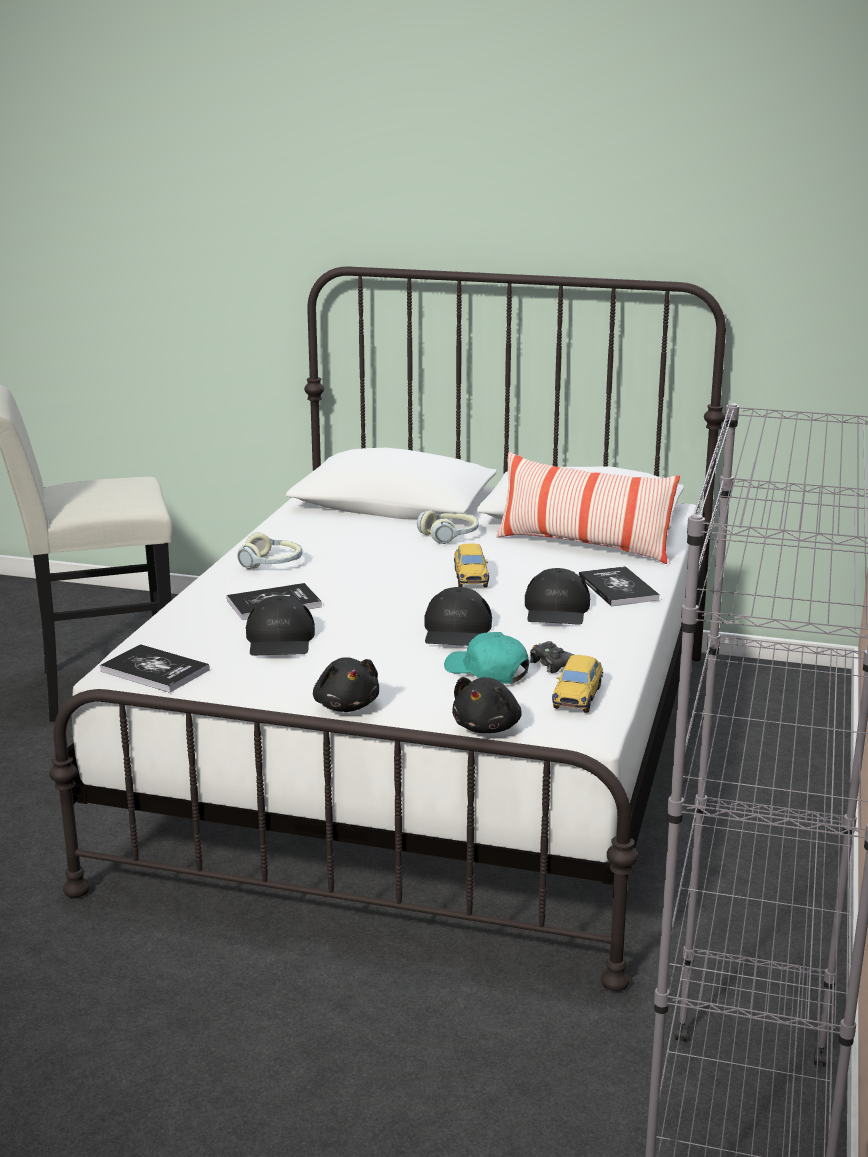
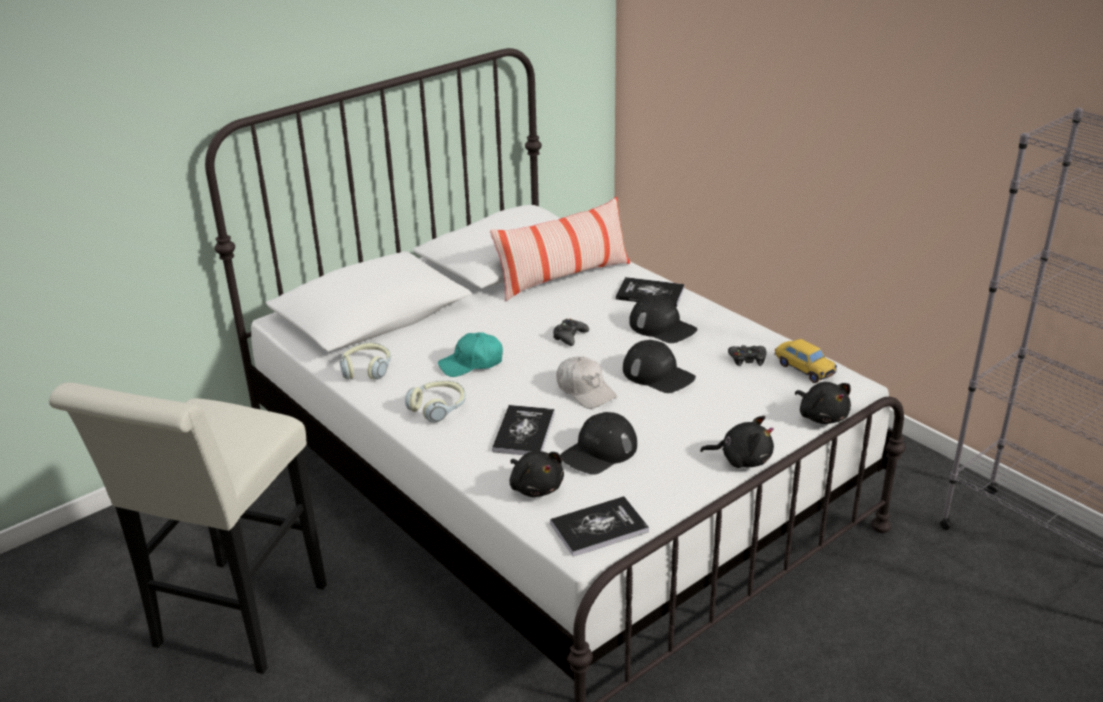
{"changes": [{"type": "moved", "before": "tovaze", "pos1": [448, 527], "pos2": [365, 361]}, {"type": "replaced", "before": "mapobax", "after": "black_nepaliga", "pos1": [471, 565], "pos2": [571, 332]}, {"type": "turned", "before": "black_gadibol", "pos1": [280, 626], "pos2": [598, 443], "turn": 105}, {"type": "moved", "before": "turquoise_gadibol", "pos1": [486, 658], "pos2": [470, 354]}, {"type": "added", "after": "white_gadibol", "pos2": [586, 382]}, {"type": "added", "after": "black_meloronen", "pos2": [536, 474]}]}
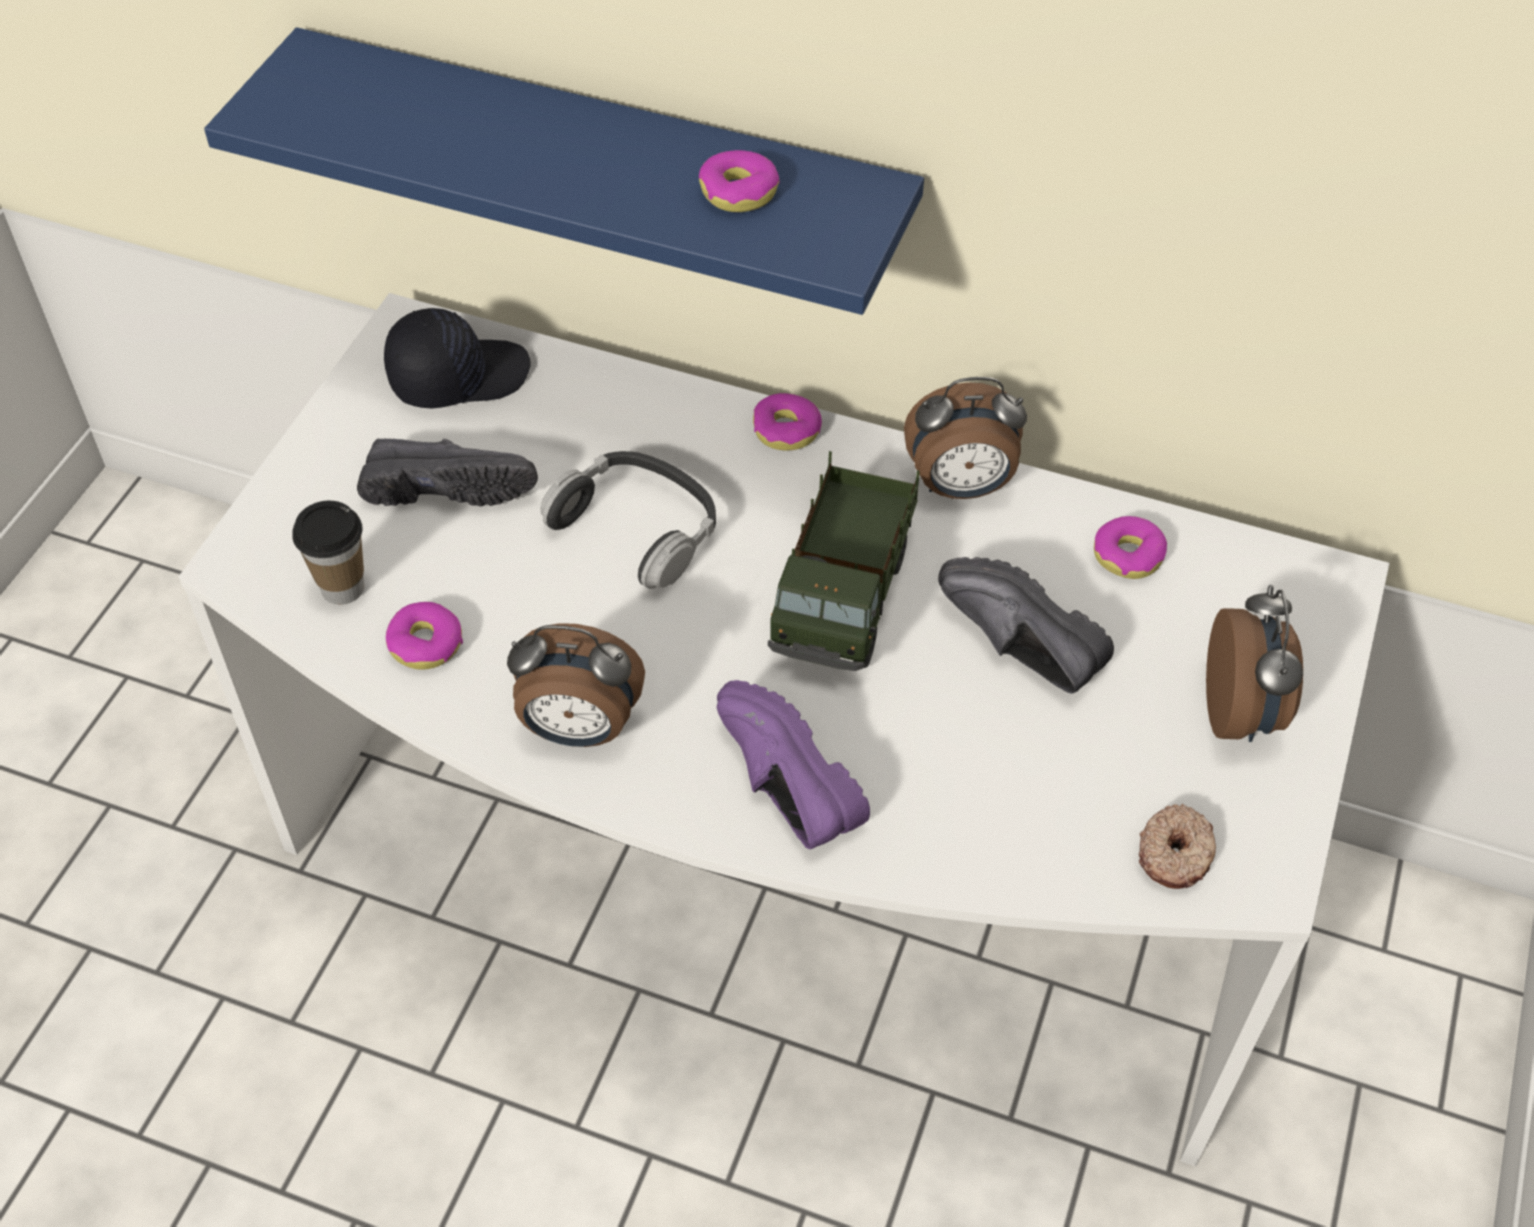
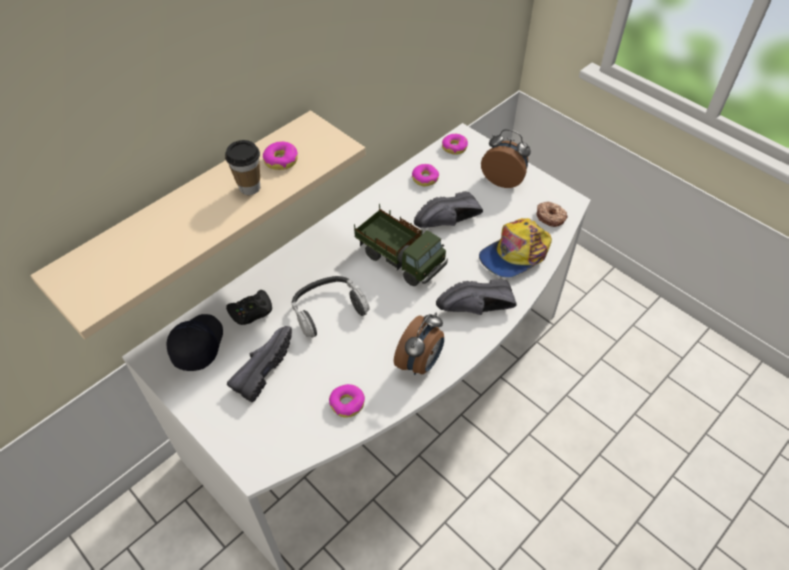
{"changes": [{"type": "recoloured", "before": "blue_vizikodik", "after": "beige_vizikodik", "pos1": [564, 171], "pos2": [198, 224]}, {"type": "removed", "before": "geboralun", "pos1": [965, 438]}, {"type": "moved", "before": "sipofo", "pos1": [787, 421], "pos2": [455, 144]}, {"type": "moved", "before": "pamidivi", "pos1": [328, 553], "pos2": [242, 167]}, {"type": "recoloured", "before": "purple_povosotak", "after": "black_povosotak", "pos1": [793, 764], "pos2": [476, 297]}, {"type": "added", "after": "gadibol", "pos2": [515, 248]}, {"type": "added", "after": "black_nepaliga", "pos2": [249, 307]}]}
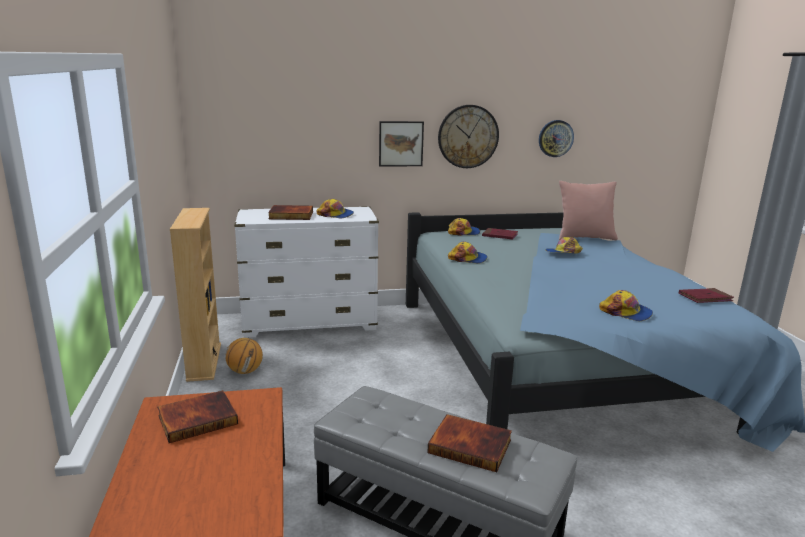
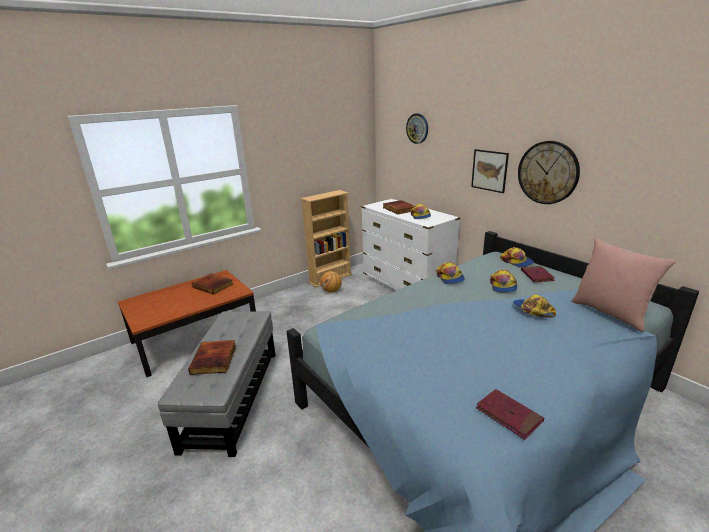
{"changes": [{"type": "moved", "before": "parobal", "pos1": [556, 138], "pos2": [417, 128]}, {"type": "moved", "before": "gadibol", "pos1": [626, 305], "pos2": [503, 281]}]}
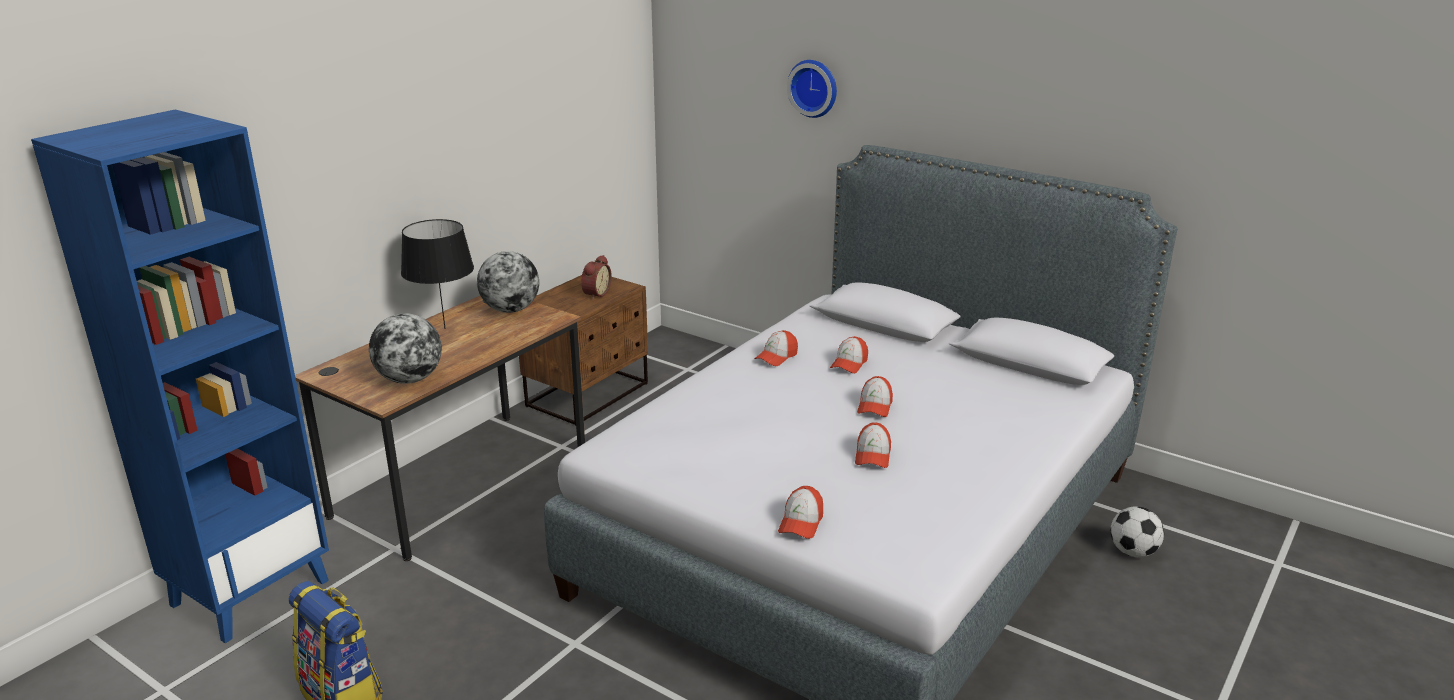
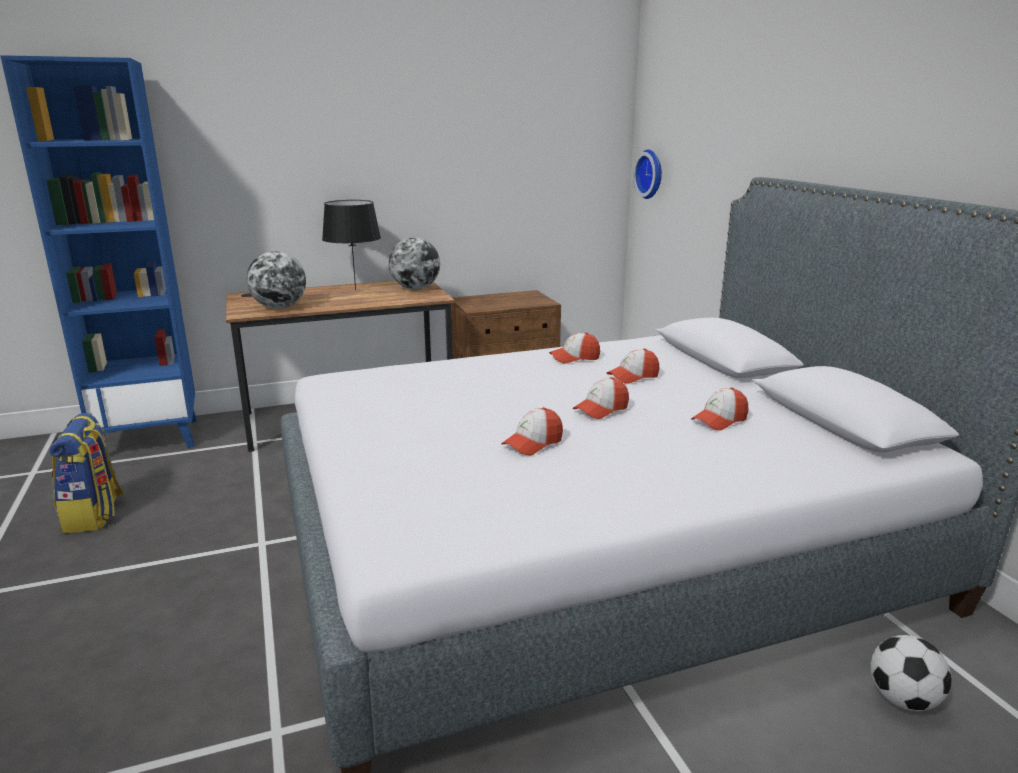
{"changes": [{"type": "moved", "before": "parobal", "pos1": [812, 89], "pos2": [647, 174]}, {"type": "removed", "before": "geboralun", "pos1": [596, 277]}, {"type": "moved", "before": "gadibol", "pos1": [800, 512], "pos2": [719, 409]}]}
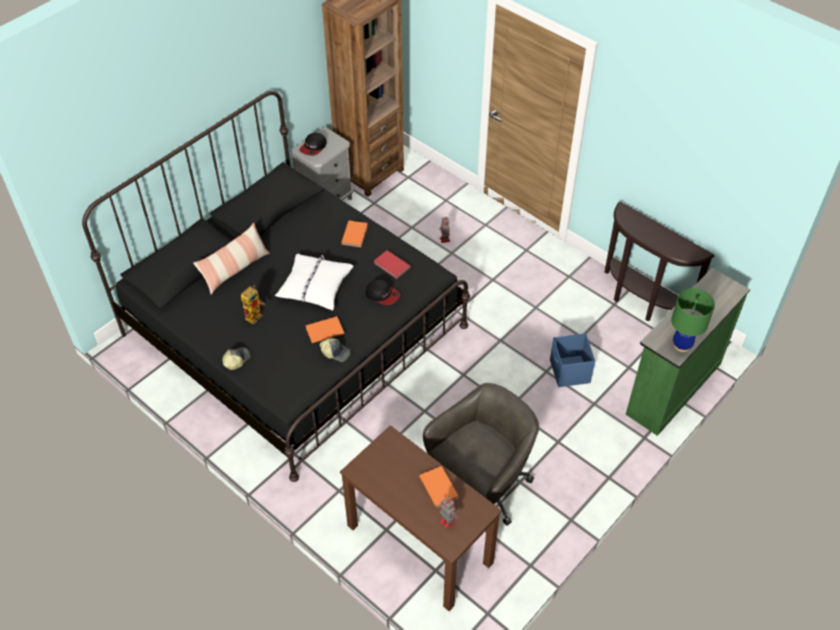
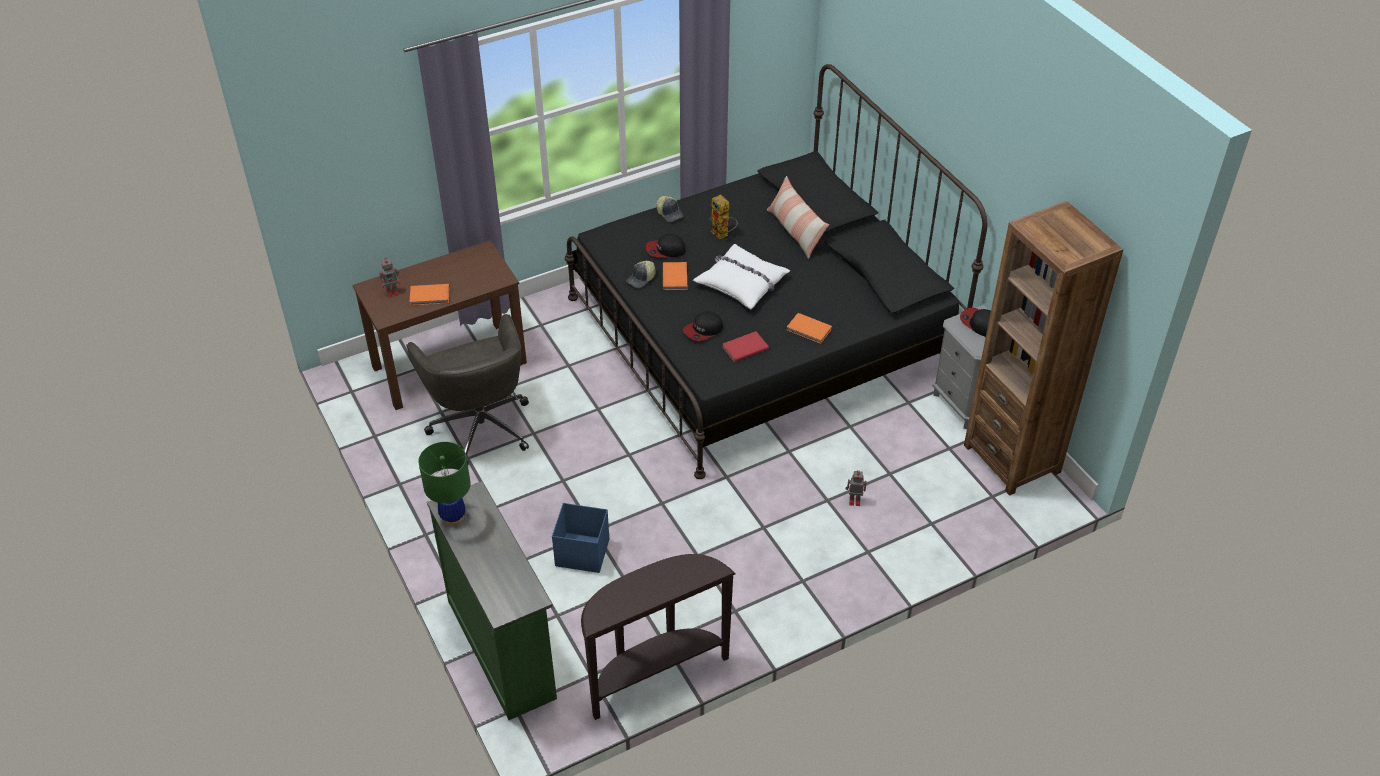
{"changes": [{"type": "added", "after": "gadibol", "pos2": [666, 245]}]}
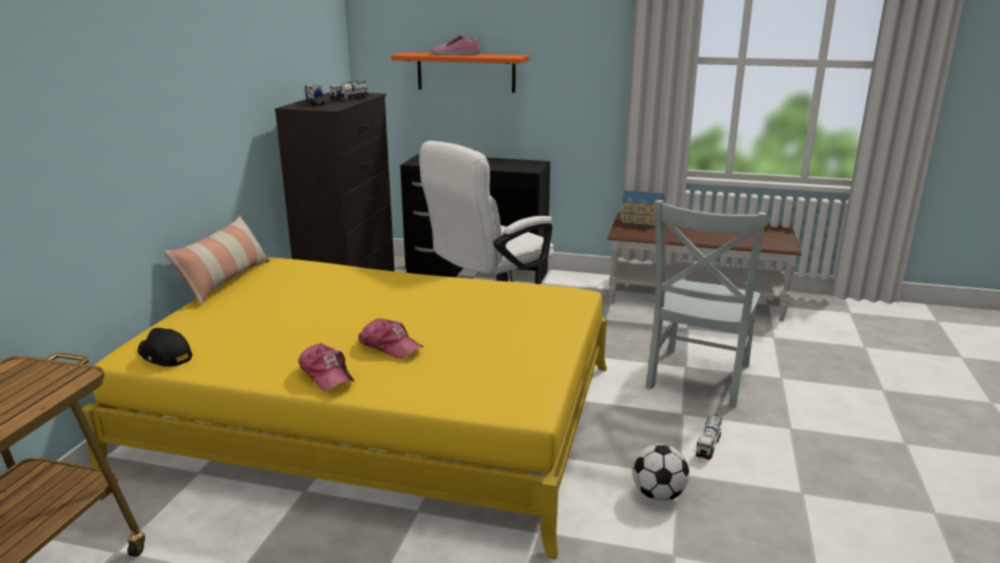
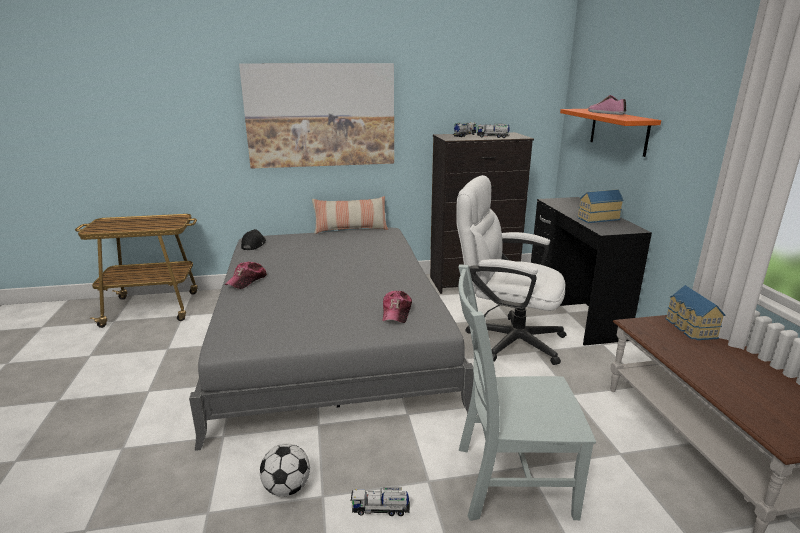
{"changes": [{"type": "recoloured", "before": "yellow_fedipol", "after": "grey_fedipol", "pos1": [344, 408], "pos2": [331, 339]}, {"type": "moved", "before": "gadibol", "pos1": [391, 338], "pos2": [397, 307]}, {"type": "added", "after": "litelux", "pos2": [316, 115]}, {"type": "added", "after": "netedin", "pos2": [600, 206]}]}
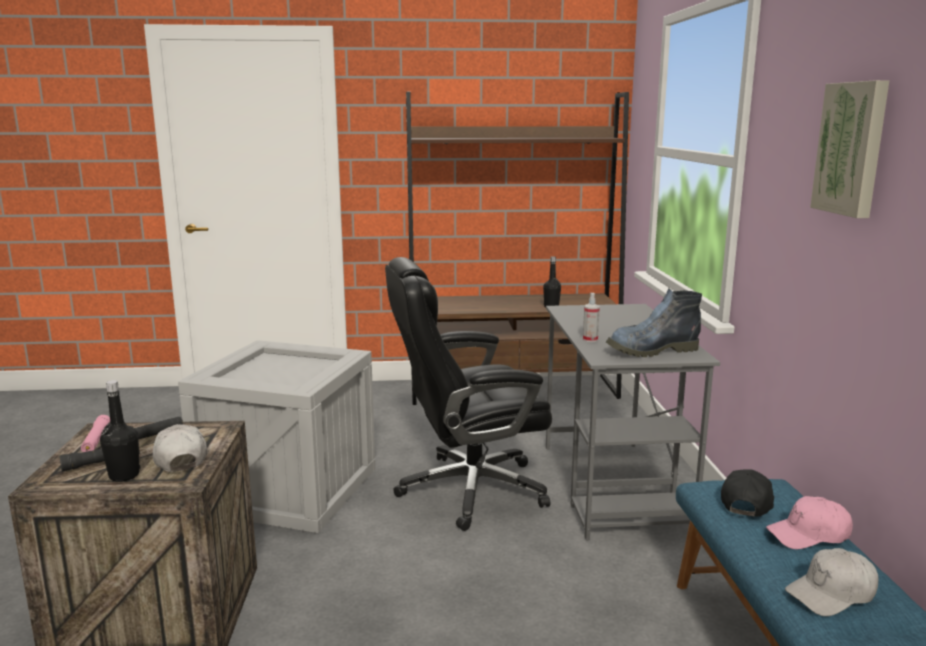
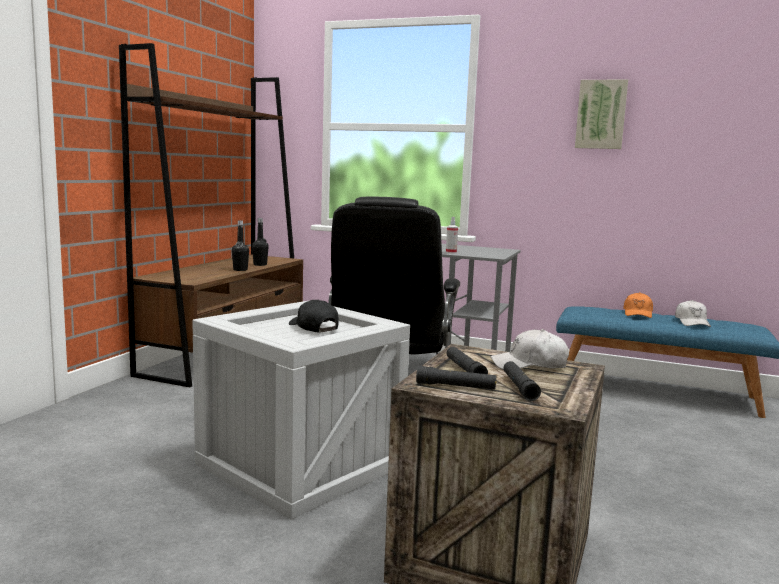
{"changes": [{"type": "removed", "before": "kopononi", "pos1": [654, 322]}, {"type": "moved", "before": "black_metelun", "pos1": [120, 431], "pos2": [240, 245]}, {"type": "recoloured", "before": "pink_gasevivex", "after": "black_gasevivex", "pos1": [95, 433], "pos2": [456, 378]}, {"type": "moved", "before": "black_gadibol", "pos1": [747, 493], "pos2": [314, 316]}, {"type": "recoloured", "before": "pink_gadibol", "after": "orange_gadibol", "pos1": [809, 522], "pos2": [638, 305]}]}
